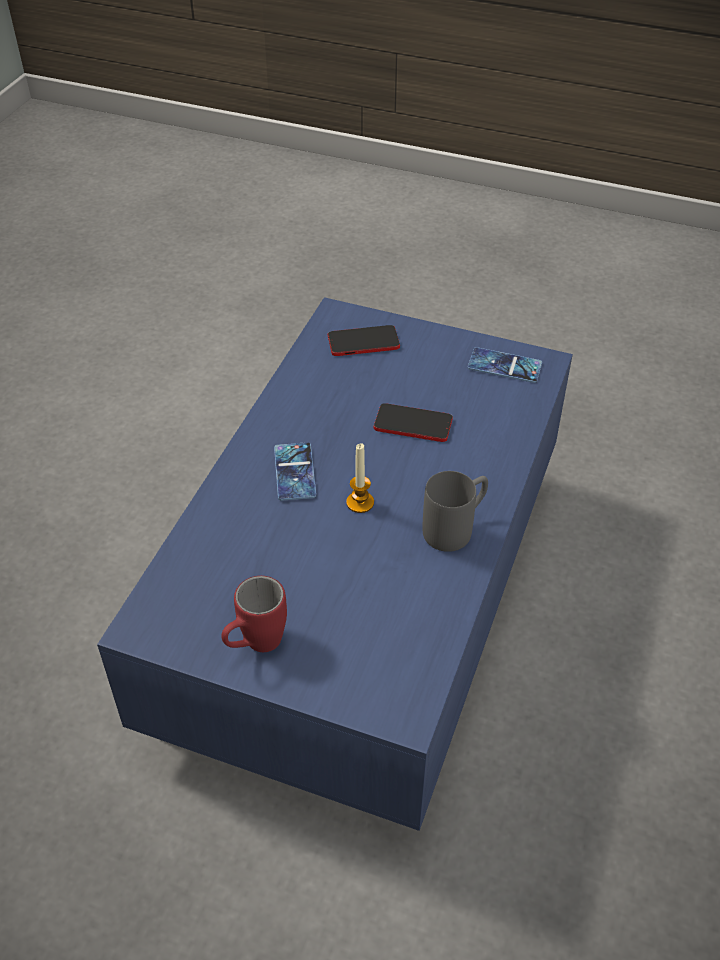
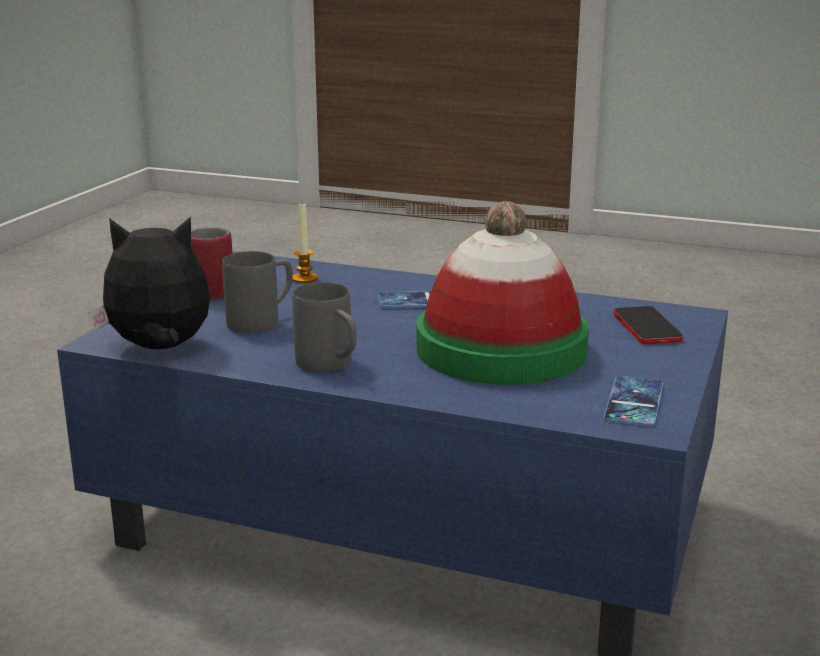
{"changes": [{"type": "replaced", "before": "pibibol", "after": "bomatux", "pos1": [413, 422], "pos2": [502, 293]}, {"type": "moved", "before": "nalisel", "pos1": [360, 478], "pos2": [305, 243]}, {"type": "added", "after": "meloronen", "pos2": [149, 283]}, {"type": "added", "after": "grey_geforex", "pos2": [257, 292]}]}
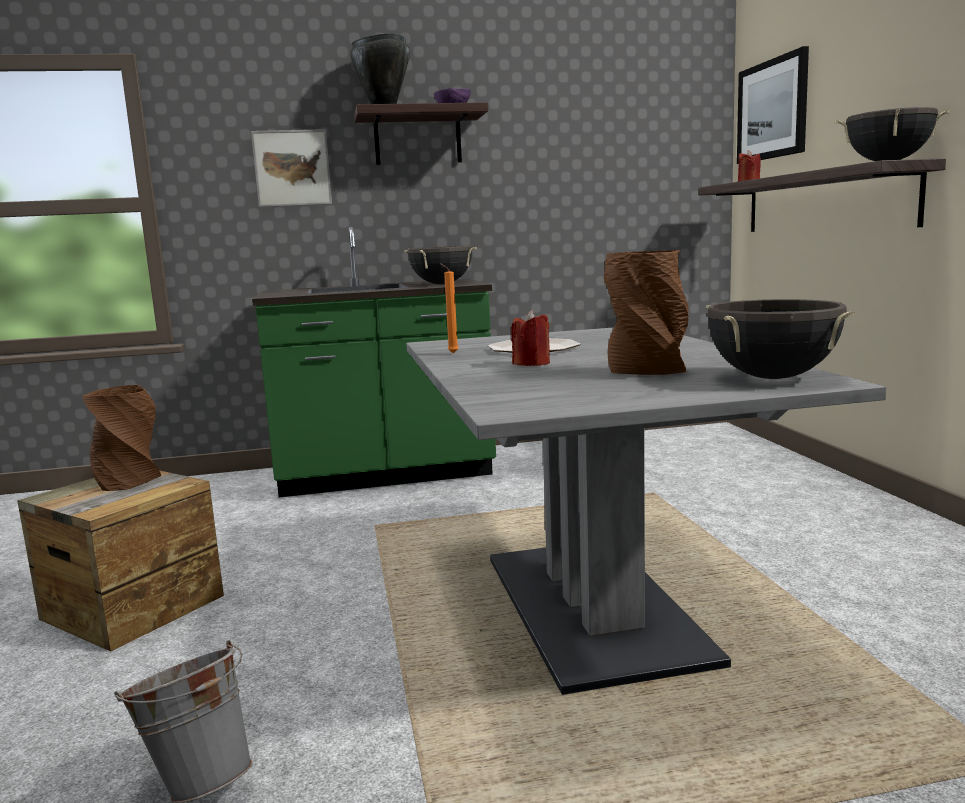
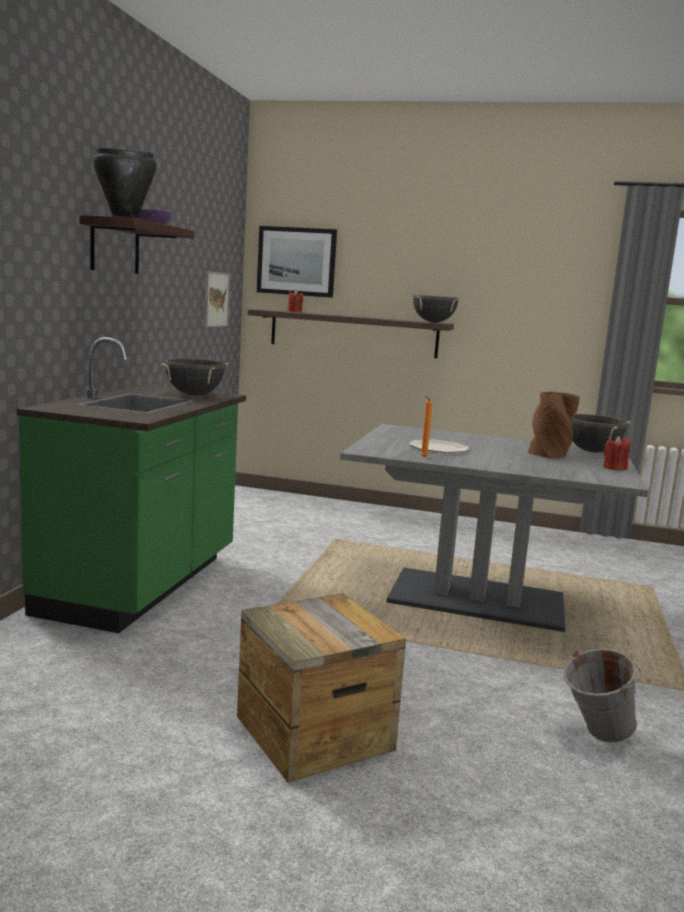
{"changes": [{"type": "moved", "before": "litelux", "pos1": [291, 168], "pos2": [217, 299]}, {"type": "moved", "before": "red_nalisel", "pos1": [530, 338], "pos2": [616, 453]}, {"type": "removed", "before": "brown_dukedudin", "pos1": [121, 438]}]}
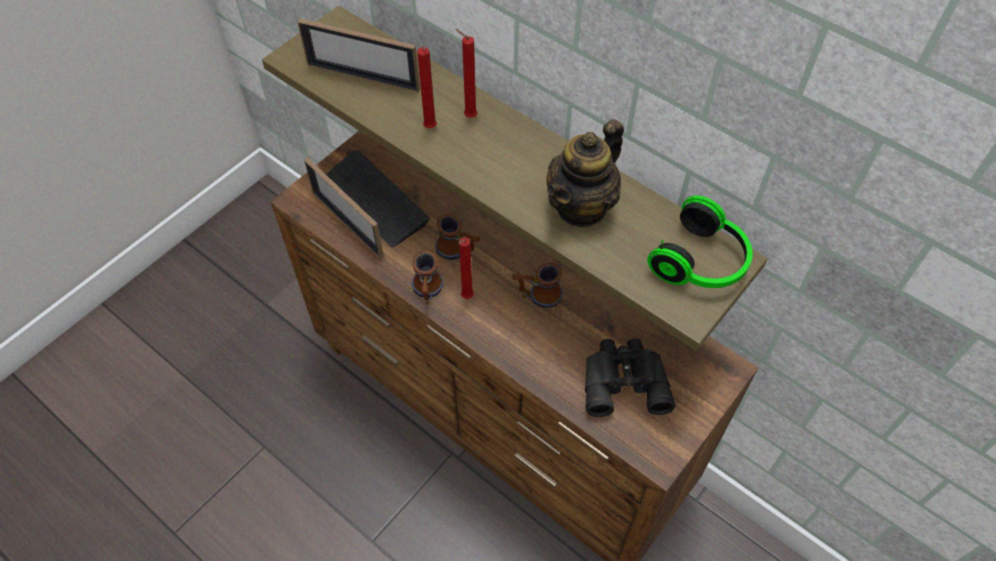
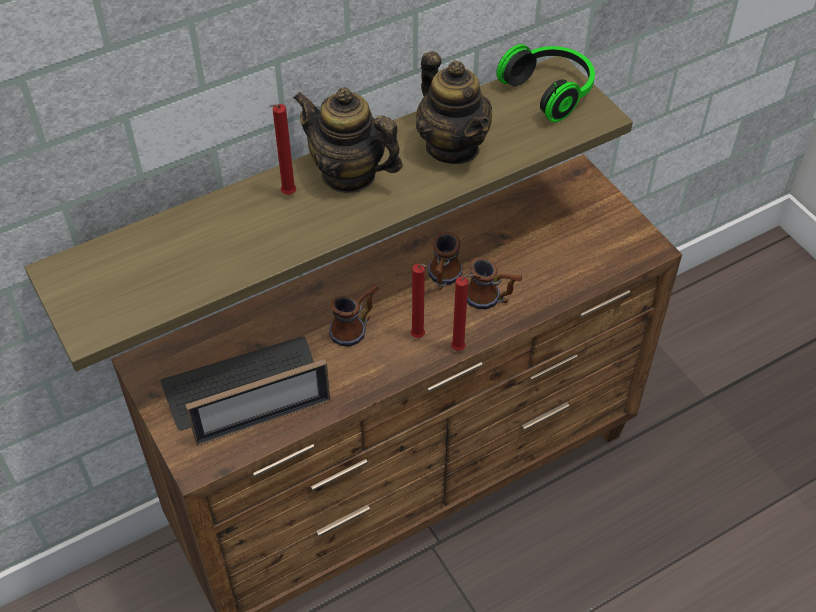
{"changes": [{"type": "removed", "before": "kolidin", "pos1": [358, 55]}, {"type": "moved", "before": "red_nalisel", "pos1": [427, 87], "pos2": [463, 312]}, {"type": "moved", "before": "geforex", "pos1": [427, 277], "pos2": [494, 283]}, {"type": "removed", "before": "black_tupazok", "pos1": [630, 377]}, {"type": "added", "after": "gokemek", "pos2": [348, 140]}]}
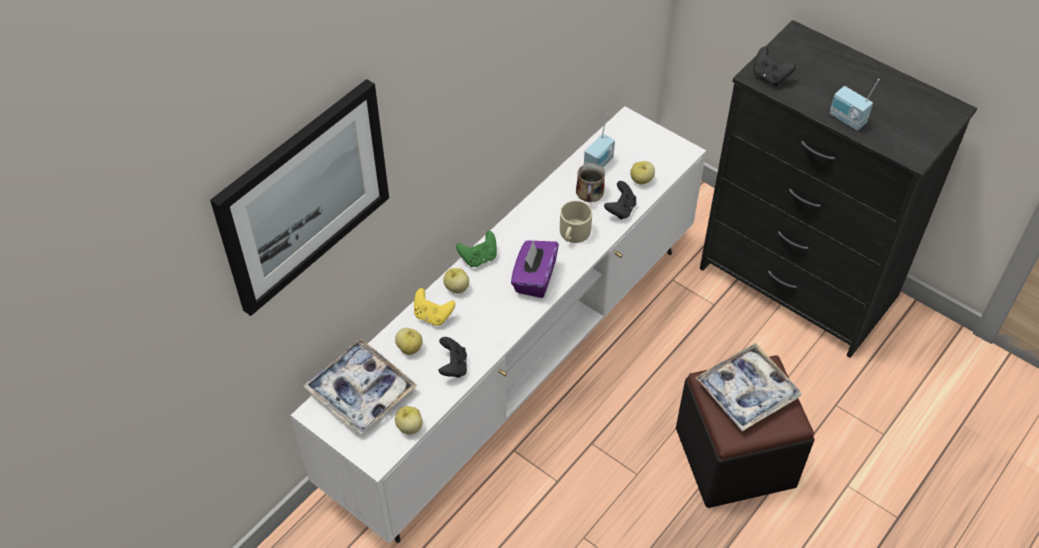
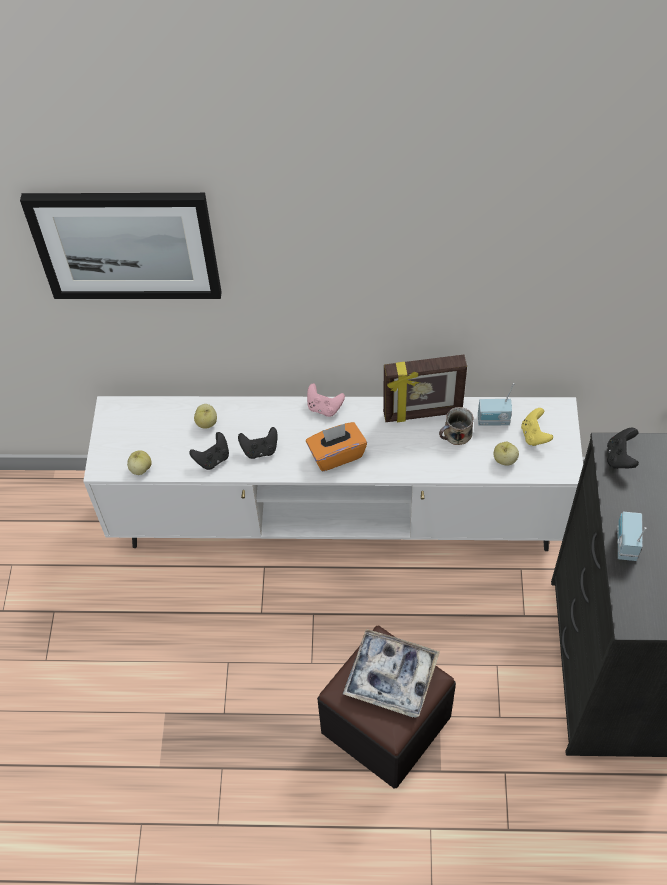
{"changes": [{"type": "moved", "before": "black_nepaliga", "pos1": [620, 200], "pos2": [257, 443]}, {"type": "removed", "before": "beige_geforex", "pos1": [576, 222]}, {"type": "recoloured", "before": "green_nepaliga", "after": "pink_nepaliga", "pos1": [476, 249], "pos2": [326, 400]}, {"type": "recoloured", "before": "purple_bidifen", "after": "orange_bidifen", "pos1": [535, 269], "pos2": [336, 446]}, {"type": "removed", "before": "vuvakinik", "pos1": [456, 280]}, {"type": "moved", "before": "yellow_nepaliga", "pos1": [434, 307], "pos2": [537, 427]}, {"type": "removed", "before": "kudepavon", "pos1": [360, 386]}, {"type": "added", "after": "kolidin", "pos2": [425, 388]}]}
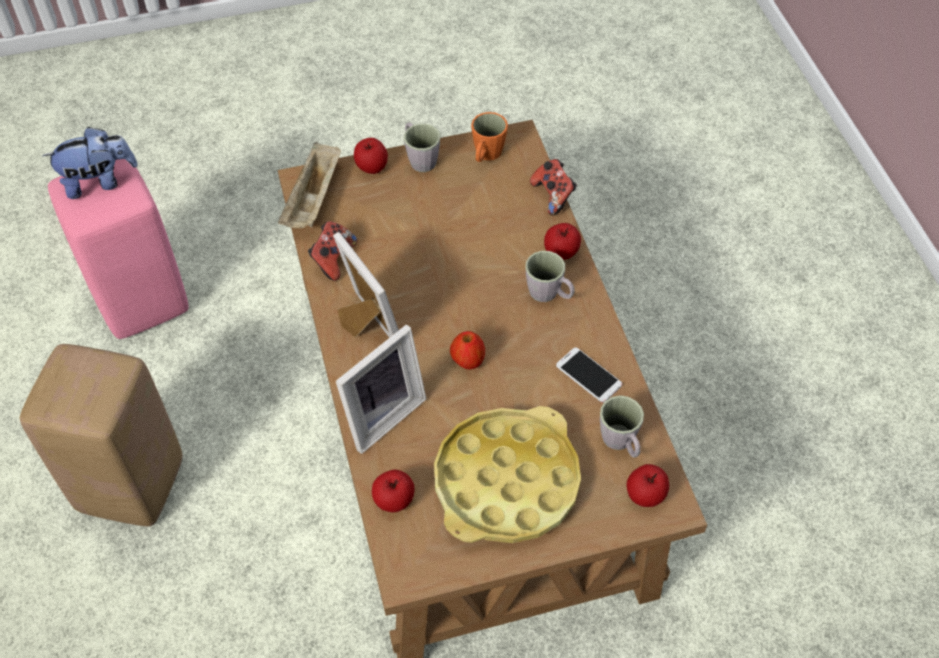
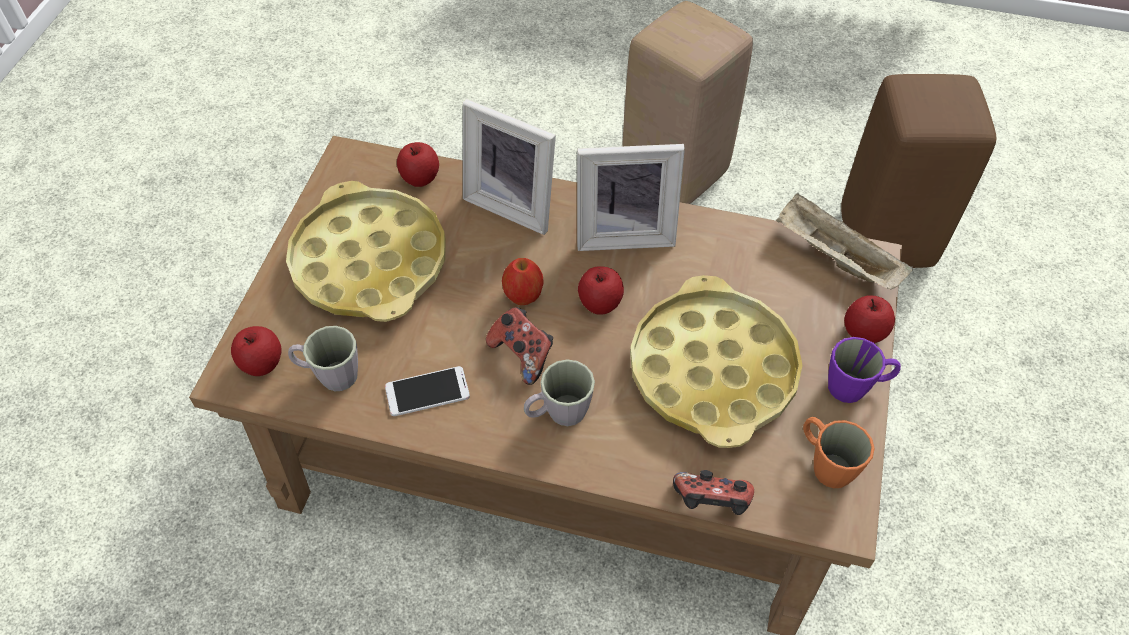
{"changes": [{"type": "recoloured", "before": "grey_geforex", "after": "purple_geforex", "pos1": [422, 147], "pos2": [864, 370]}, {"type": "removed", "before": "meloronen", "pos1": [90, 163]}, {"type": "recoloured", "before": "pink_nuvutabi", "after": "brown_nuvutabi", "pos1": [118, 249], "pos2": [919, 171]}, {"type": "moved", "before": "nepaliga", "pos1": [332, 251], "pos2": [519, 346]}, {"type": "moved", "before": "vuvakinik", "pos1": [562, 241], "pos2": [601, 290]}, {"type": "turned", "before": "kolidin", "pos1": [381, 389], "pos2": [509, 167], "turn": -45}, {"type": "added", "after": "yellow_kudepavon", "pos2": [716, 361]}]}
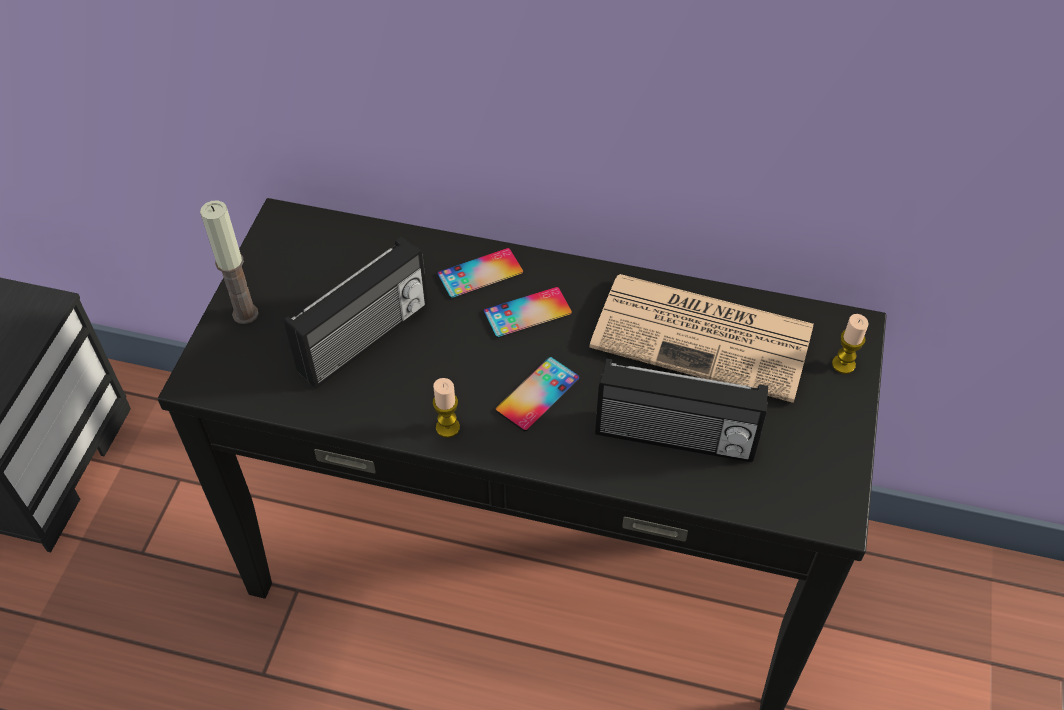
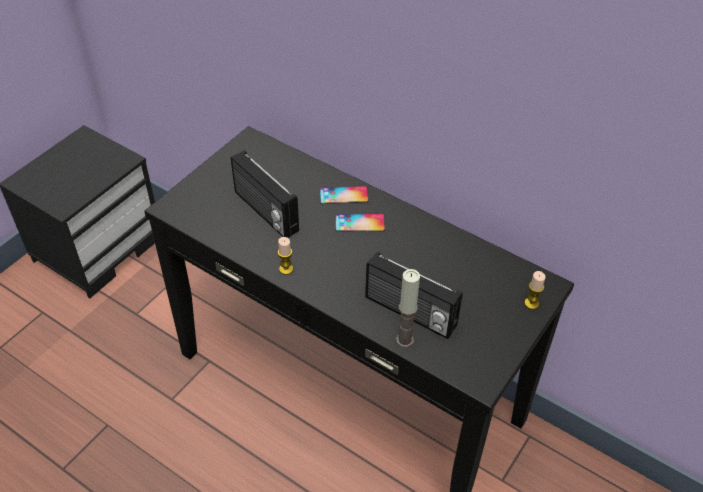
{"changes": [{"type": "moved", "before": "nalisel", "pos1": [229, 262], "pos2": [408, 308]}, {"type": "turned", "before": "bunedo", "pos1": [356, 313], "pos2": [265, 194], "turn": 75}, {"type": "removed", "before": "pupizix", "pos1": [701, 338]}, {"type": "removed", "before": "pibibol", "pos1": [537, 394]}]}
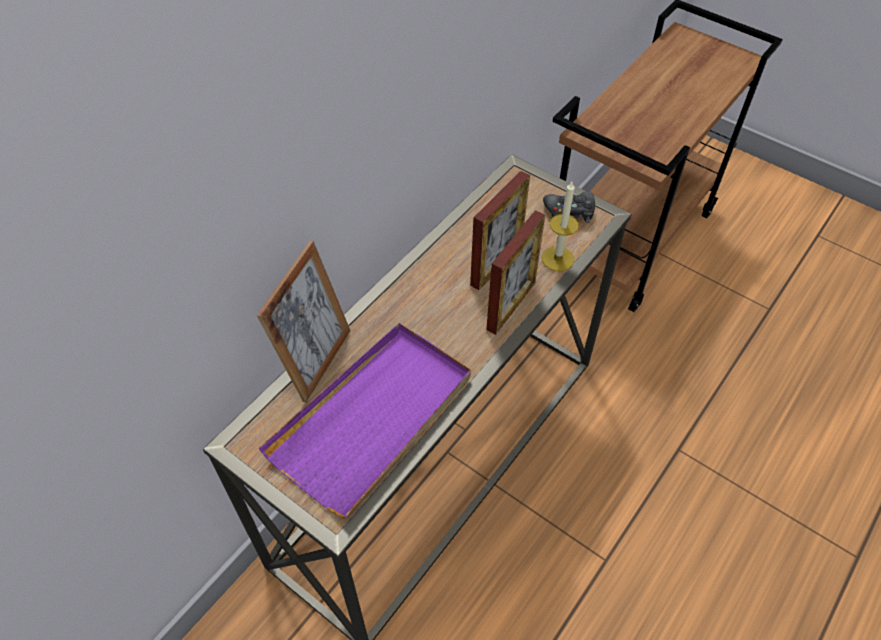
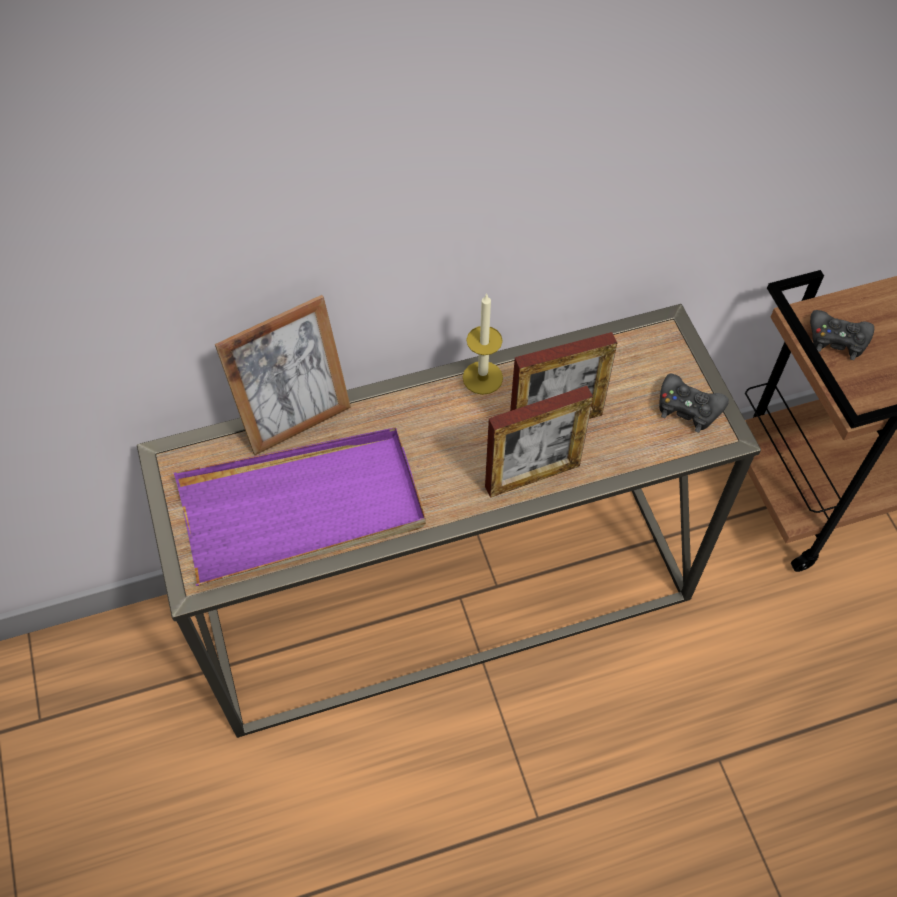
{"changes": [{"type": "moved", "before": "nalisel", "pos1": [560, 226], "pos2": [483, 344]}, {"type": "added", "after": "black_nepaliga", "pos2": [842, 335]}]}
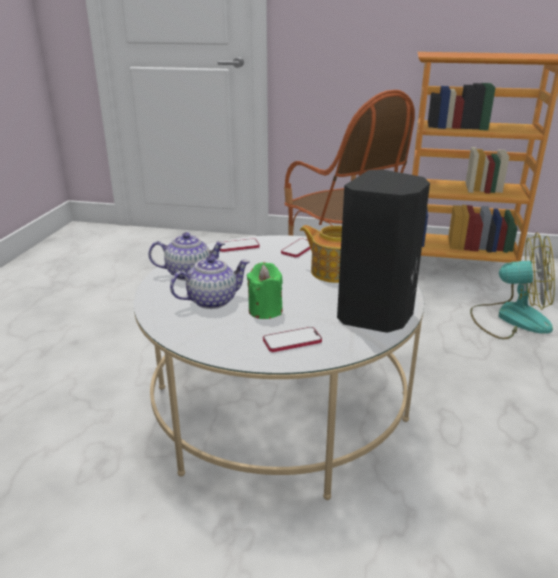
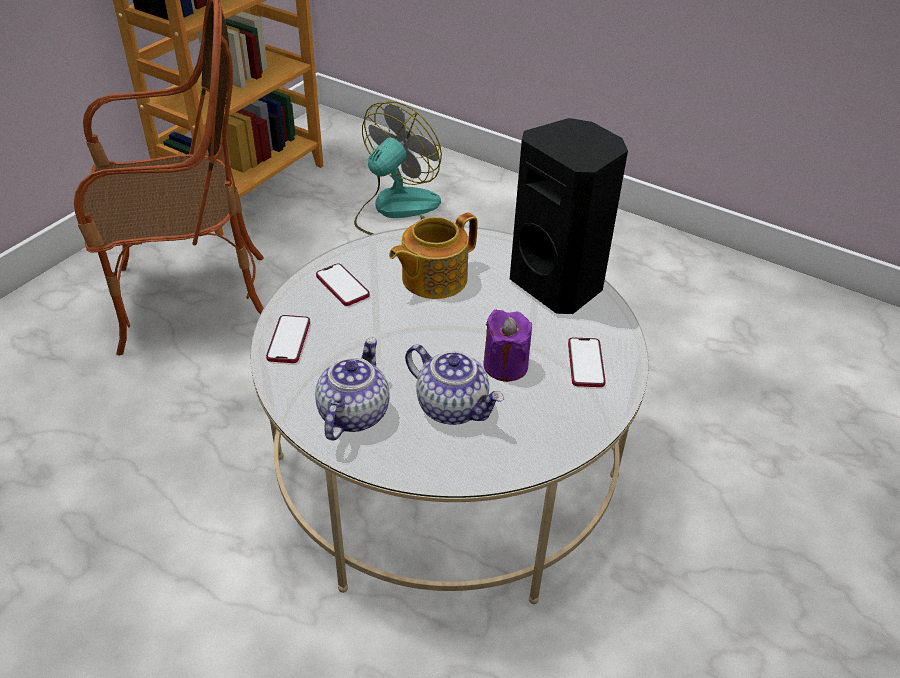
{"changes": [{"type": "turned", "before": "gokemek", "pos1": [210, 282], "pos2": [454, 384], "turn": 135}, {"type": "recoloured", "before": "green_nalisel", "after": "purple_nalisel", "pos1": [265, 290], "pos2": [507, 345]}]}
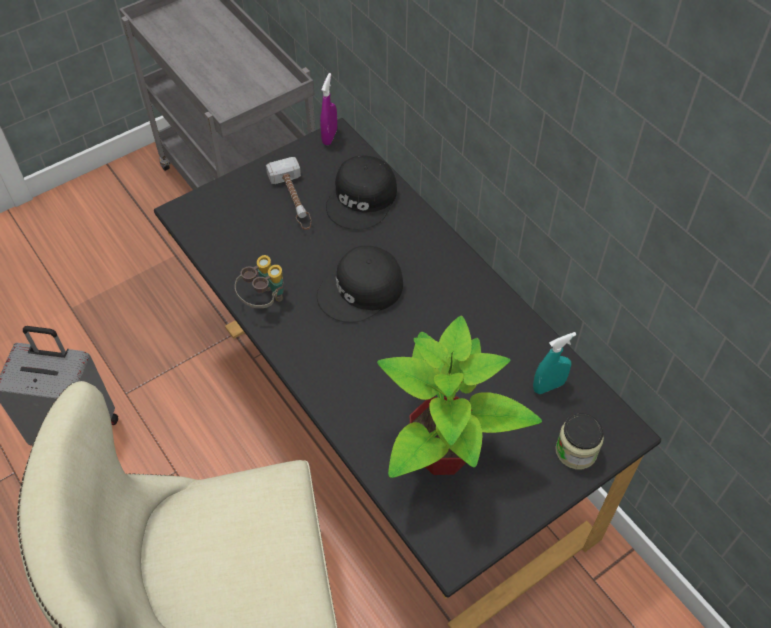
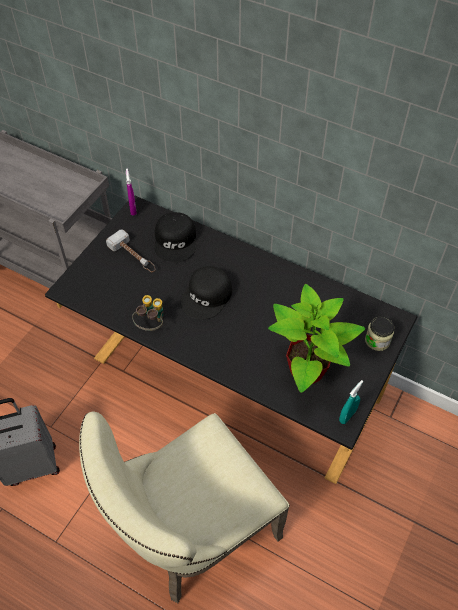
{"changes": [{"type": "moved", "before": "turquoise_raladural", "pos1": [554, 363], "pos2": [351, 402]}]}
